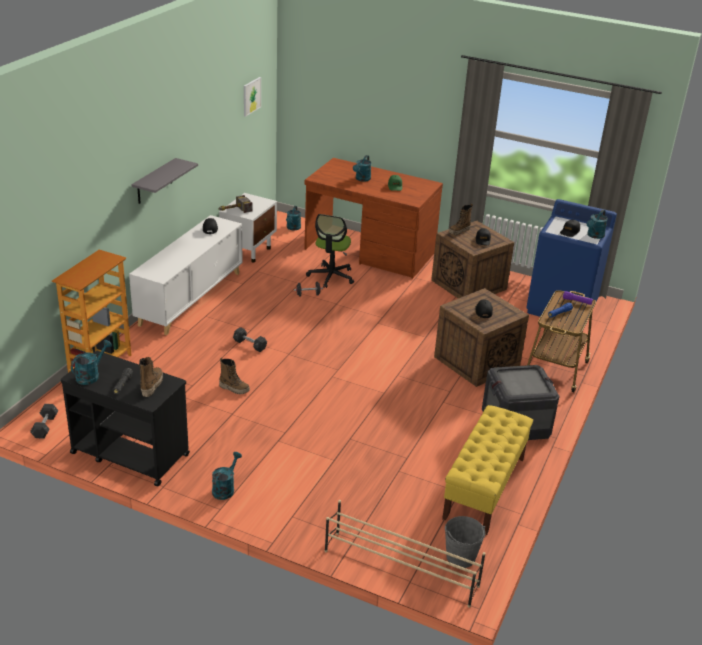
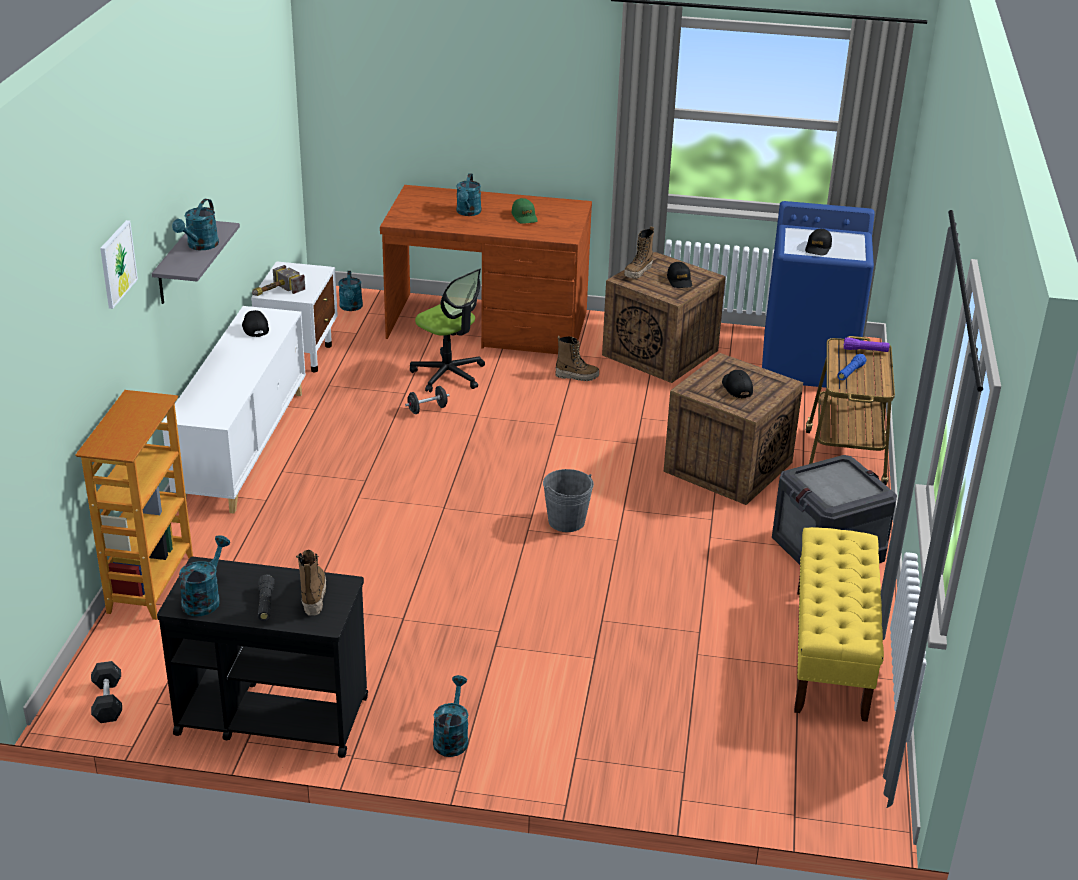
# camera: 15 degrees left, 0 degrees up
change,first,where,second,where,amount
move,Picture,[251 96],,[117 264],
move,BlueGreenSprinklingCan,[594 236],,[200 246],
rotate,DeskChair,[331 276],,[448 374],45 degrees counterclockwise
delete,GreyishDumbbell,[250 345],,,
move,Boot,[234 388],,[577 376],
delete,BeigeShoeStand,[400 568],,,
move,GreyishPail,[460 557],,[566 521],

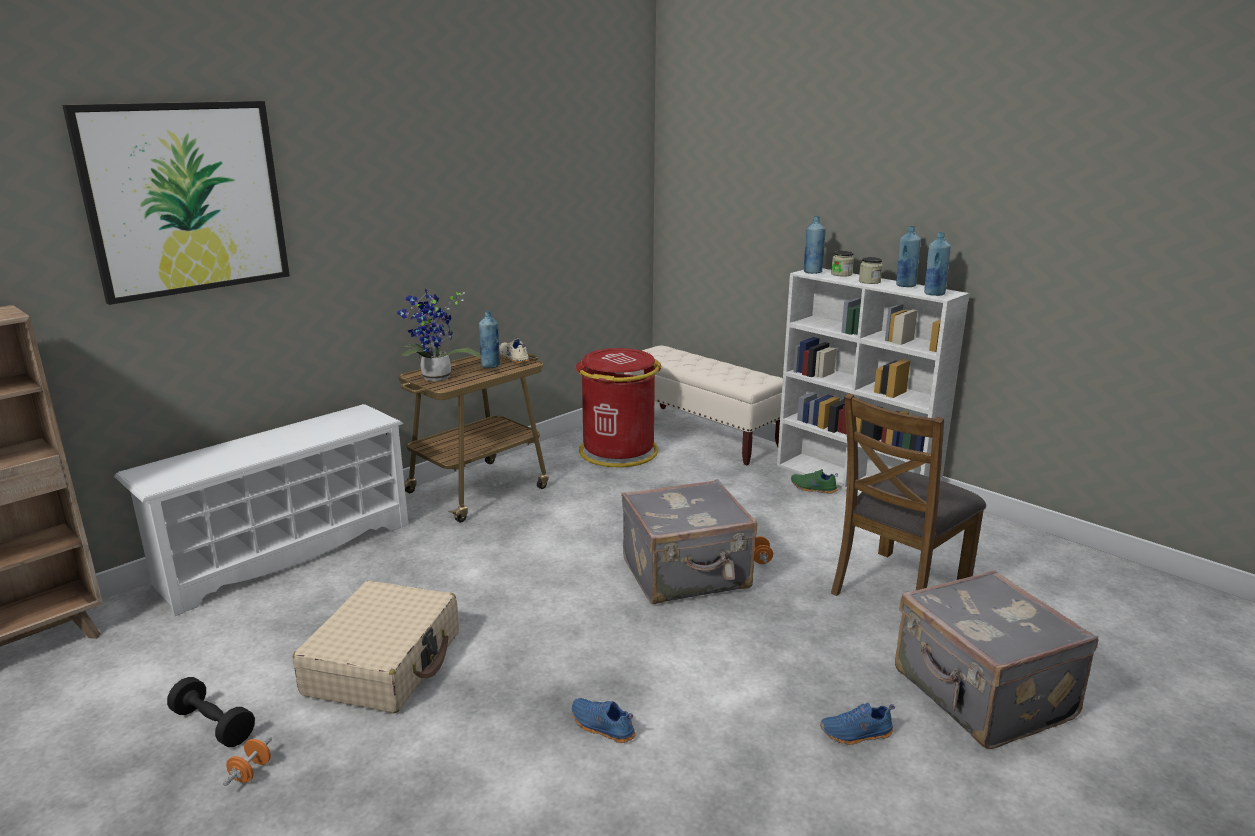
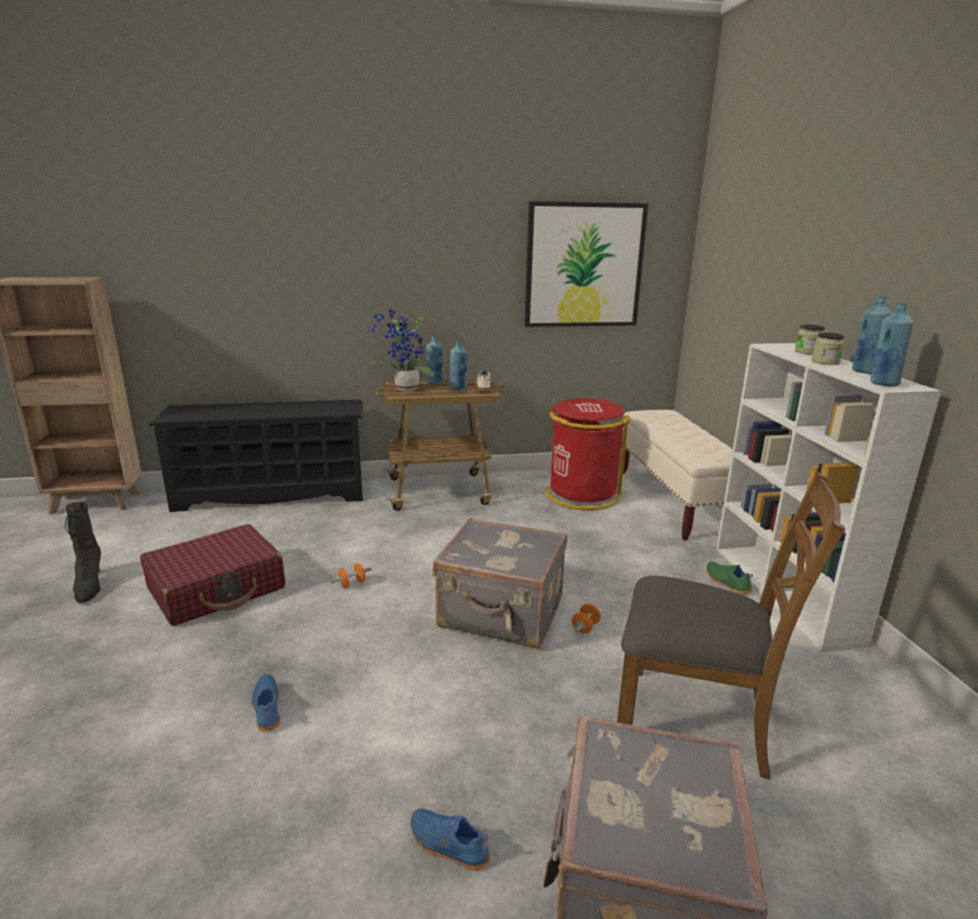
# camera: 35 degrees right, 0 degrees up
change,first,where,second,where,amount
move,Picture,[186 199],,[584 265],
move,BlueBottle,[812 272],,[434 382],
rotate,BrownColouredChair,[898 588],,[695 718],150 degrees counterclockwise
recolor,WhiteColouredShoeStand,[286 552],BlackColouredShoeStand,[273 494],
recolor,BeigeSuitcase,[384 663],RedColouredSuitcase,[217 588],
replace,BlackColouredDumbbell,[213 725],BlackColouredBoot,[89 586],
move,OrangeColouredDumbbell,[251 772],,[352 584],

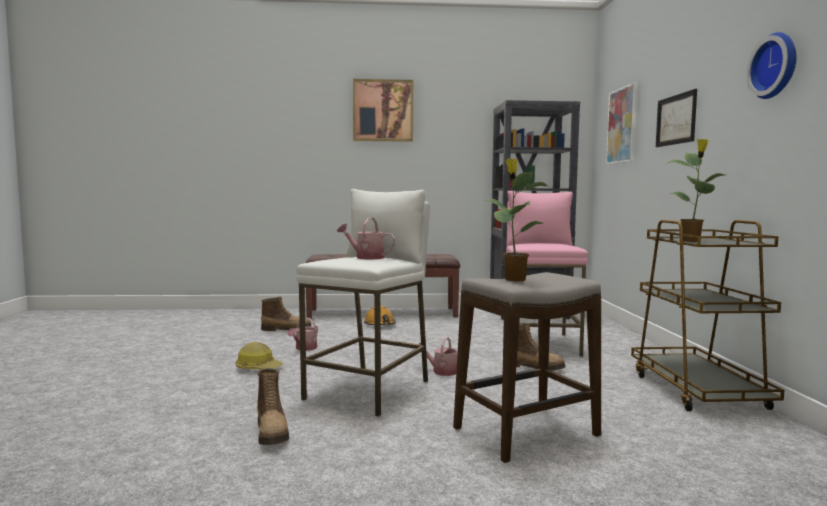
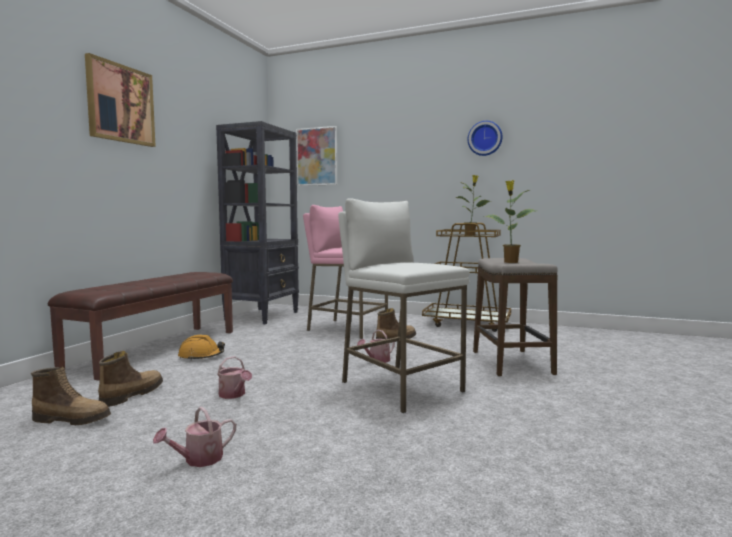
# camera: 65 degrees left, 0 degrees up
change,first,where,second,where,amount
delete,Picture,[676 119],,,
move,SprinklingCan,[366 257],,[198 460],
delete,WorkHelmet,[258 368],,,
move,Boot,[272 433],,[73 419],

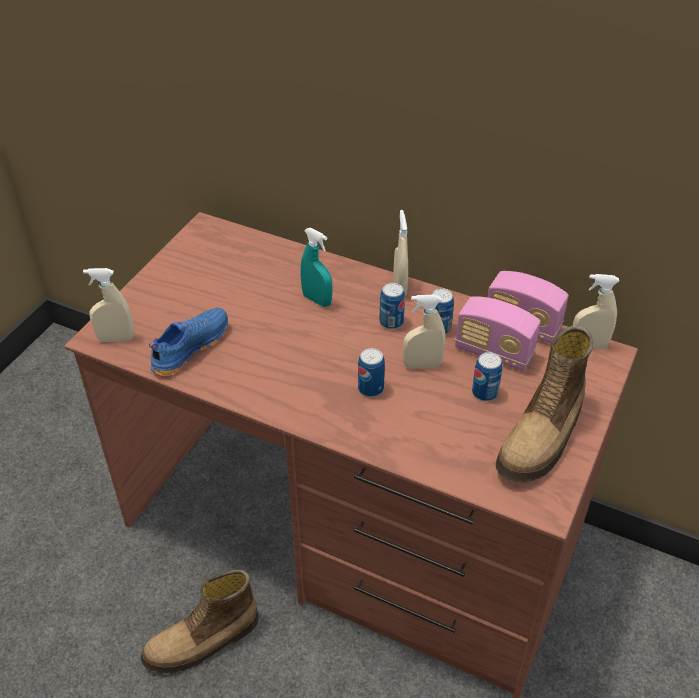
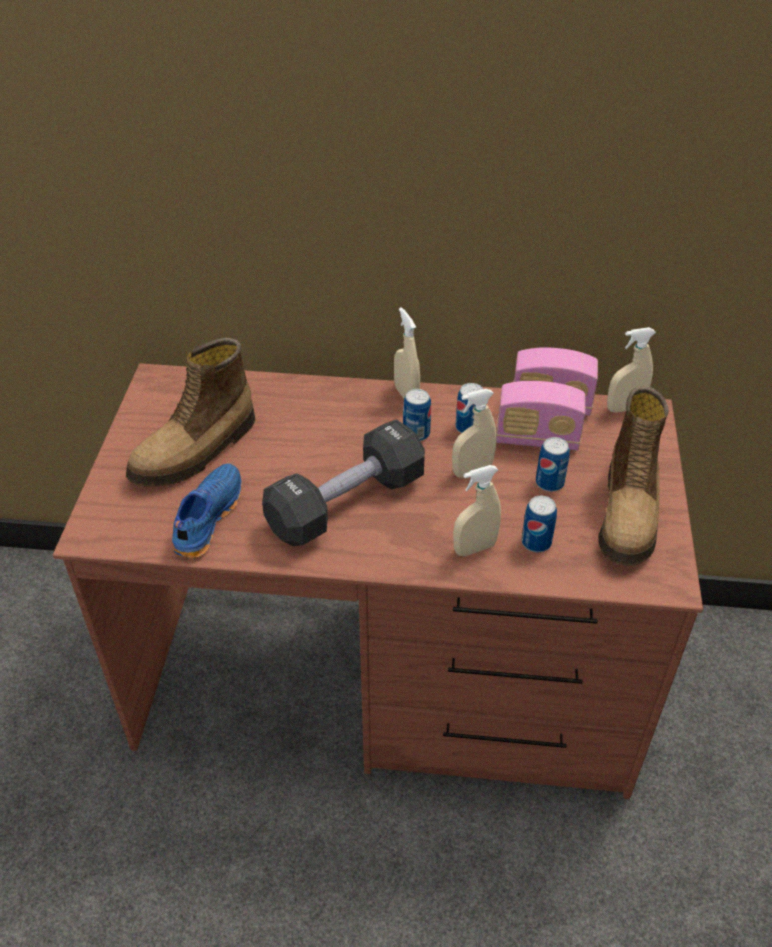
# camera: 20 degrees left, 0 degrees up
change,first,where,second,where,amount
delete,BlueGreenSprayer,[317 300],,,
move,BeigeSprayer,[116 338],,[474 548],
move,Can,[370 388],,[536 542],
move,Boot,[203 642],,[196 451],
insert,,,BlackColouredDumbbell,[346 503],

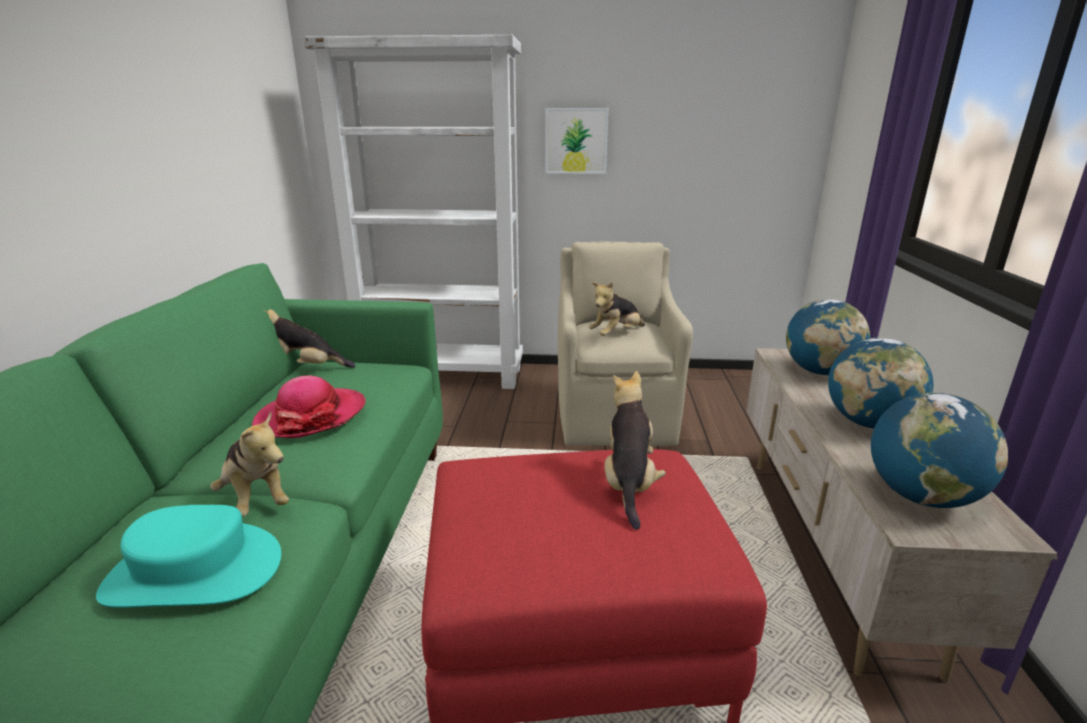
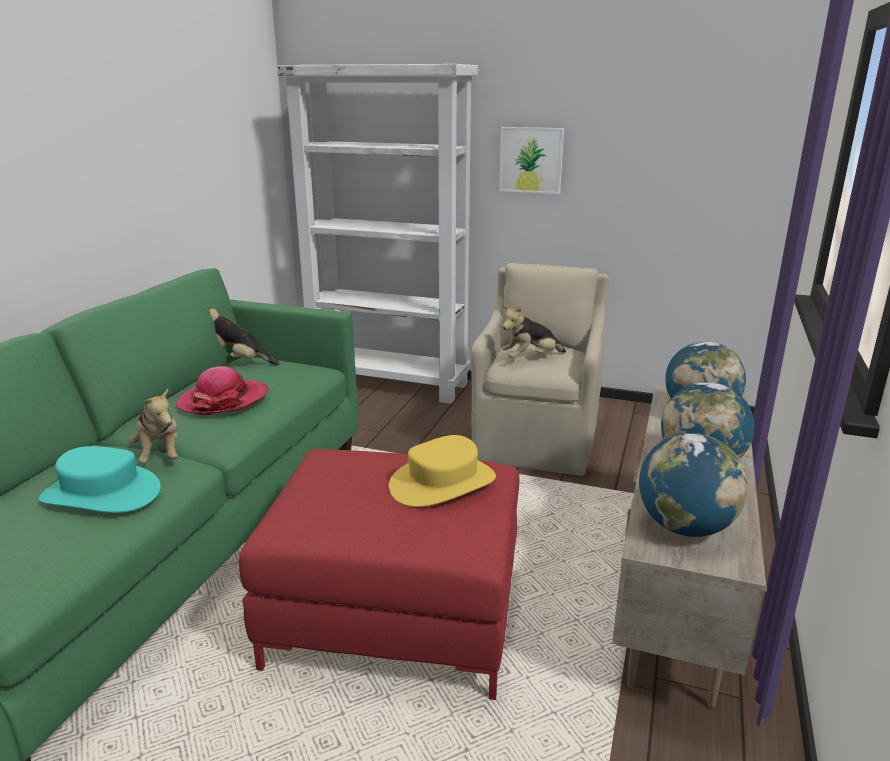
# camera: 15 degrees right, 0 degrees up
change,first,where,second,where,amount
replace,SoftToy,[629 483],YellowishHat,[443 483],

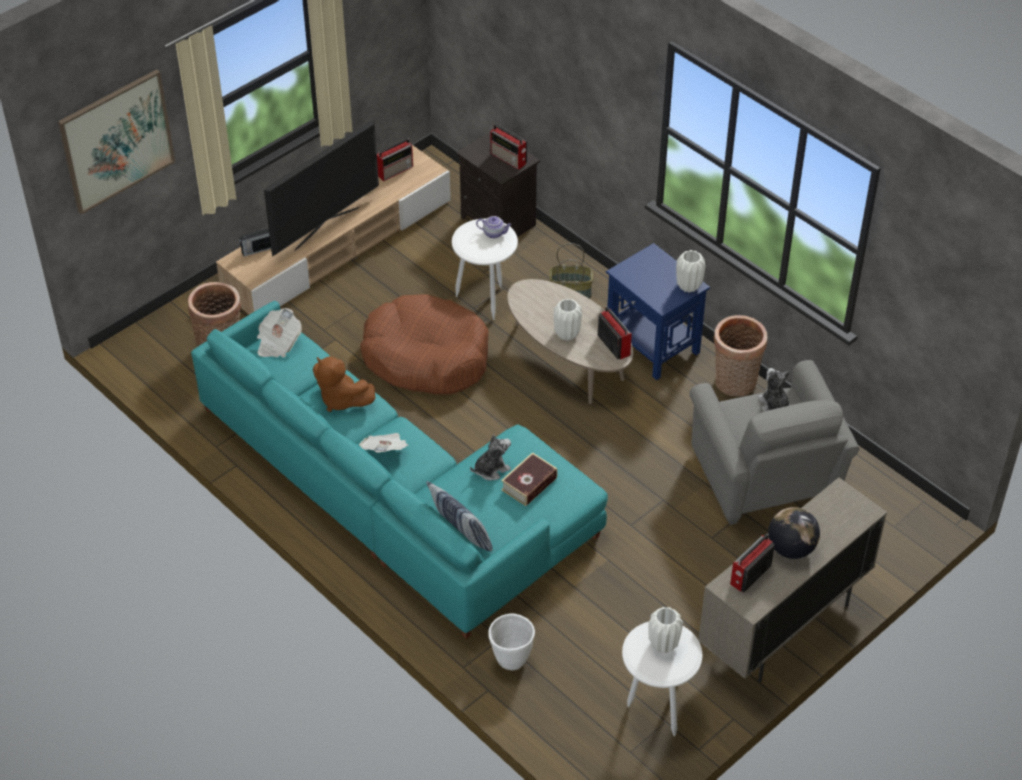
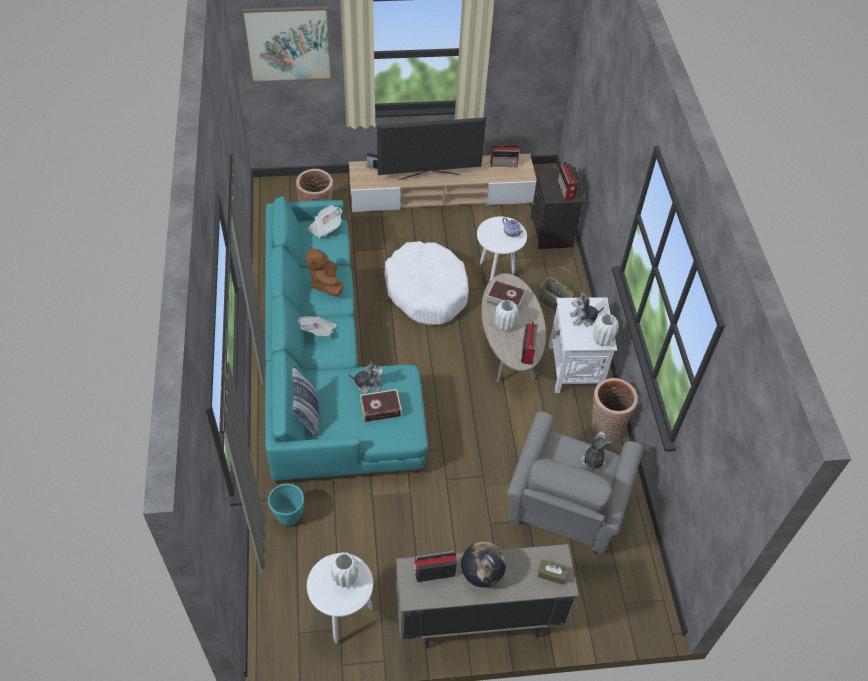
# camera: 35 degrees right, 5 degrees up
change,first,where,second,where,amount
recolor,BlueSideTable,[653 346],WhiteColouredSideTable,[574 369],
recolor,BrownColouredPetBed,[426 357],WhiteColouredPetBed,[426 291],
recolor,WhiteColouredPlantPot,[511 660],BlueGreenPlantPot,[289 516],
insert,,,Volume,[505 299],
insert,,,SoftToy,[583 318],
insert,,,BrownColouredBoxOfTissues,[552 574],

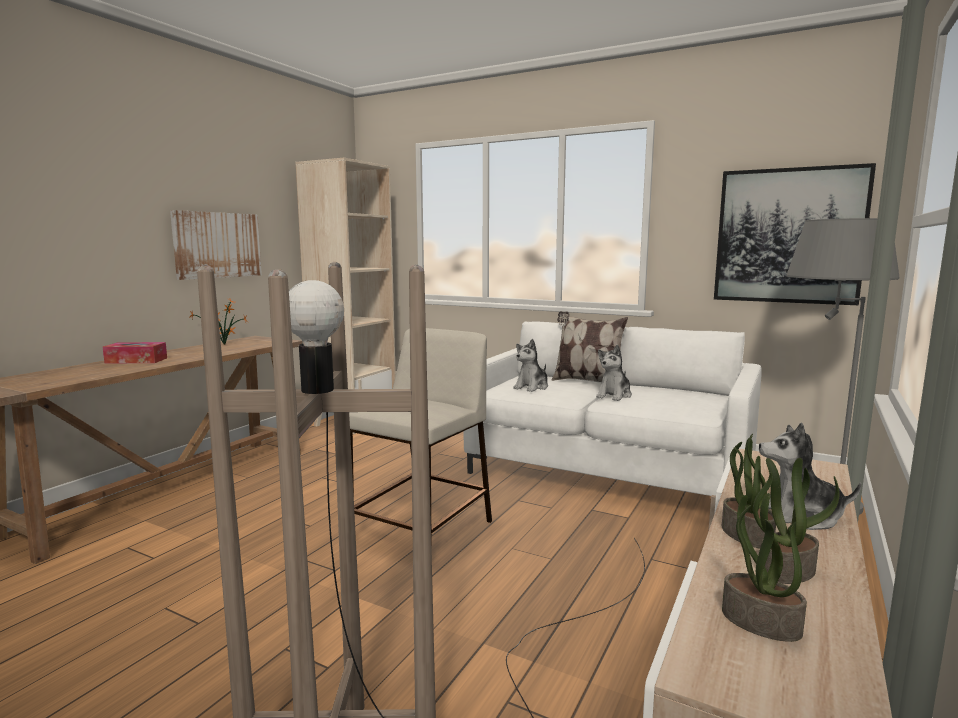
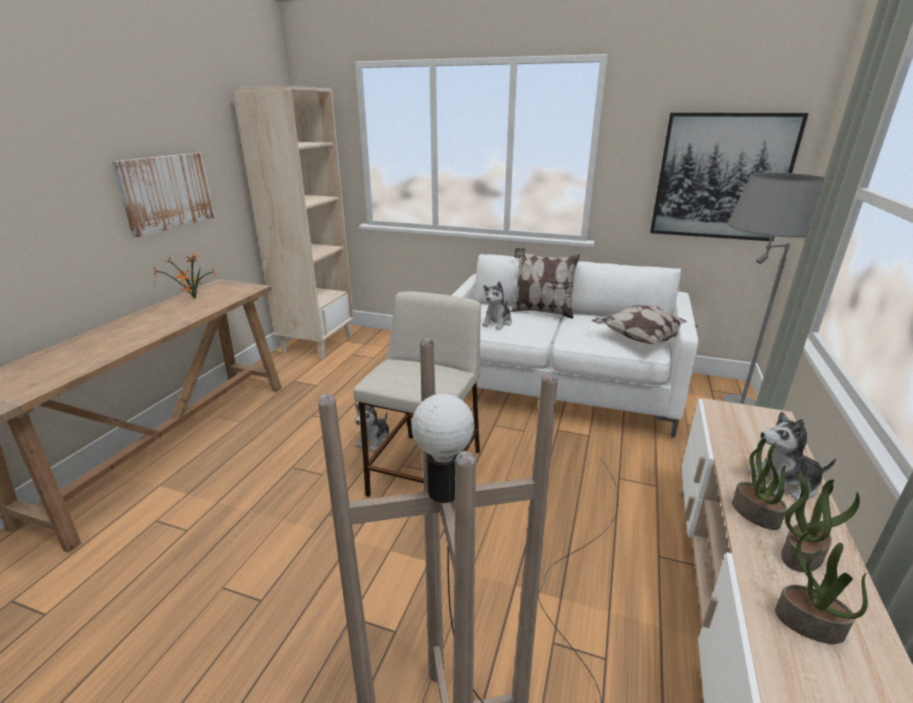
# camera: 10 degrees left, 15 degrees up
change,first,where,second,where,amount
delete,BoxOfTissues,[136 360],,,
move,SoftToy,[614 395],,[374 440],
insert,,,Pillow,[640 339],

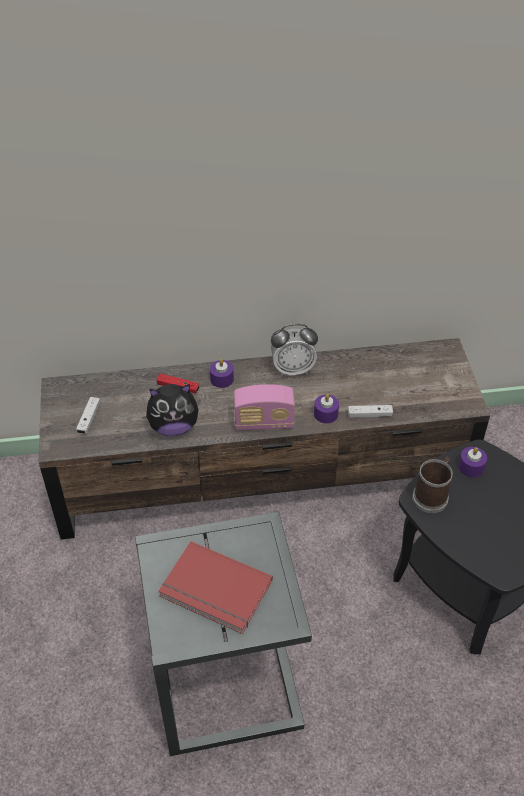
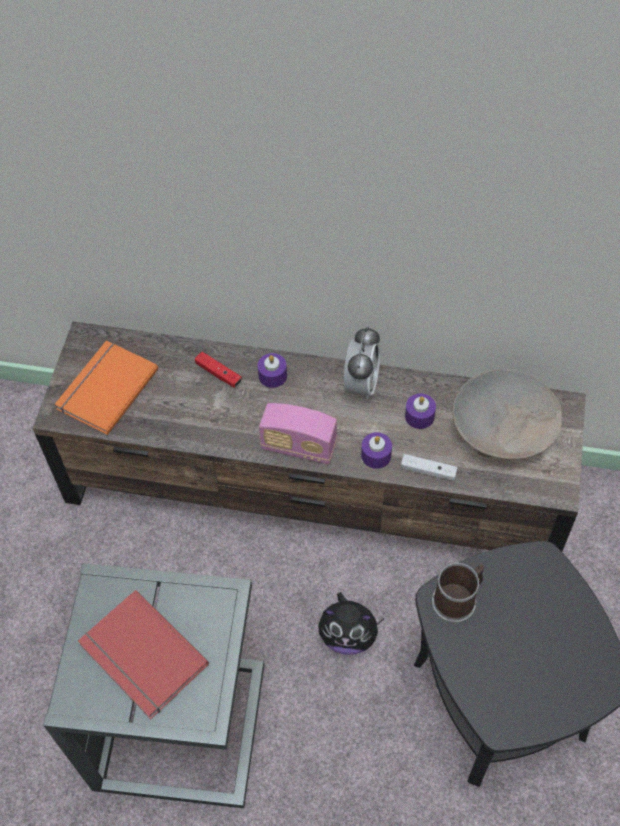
# camera: 20 degrees right, 10 degrees up
change,first,where,second,where,amount
rotate,BedsideClock,[293 369],,[361 384],90 degrees counterclockwise
move,SoftToy,[174 427],,[348 635],
replace,WhiteColouredJoypad,[89 419],OrangeColouredVolume,[105 388],
move,PurplishWaxCandle,[471 467],,[419 416],
insert,,,BeigeServingBowl,[502 427],

